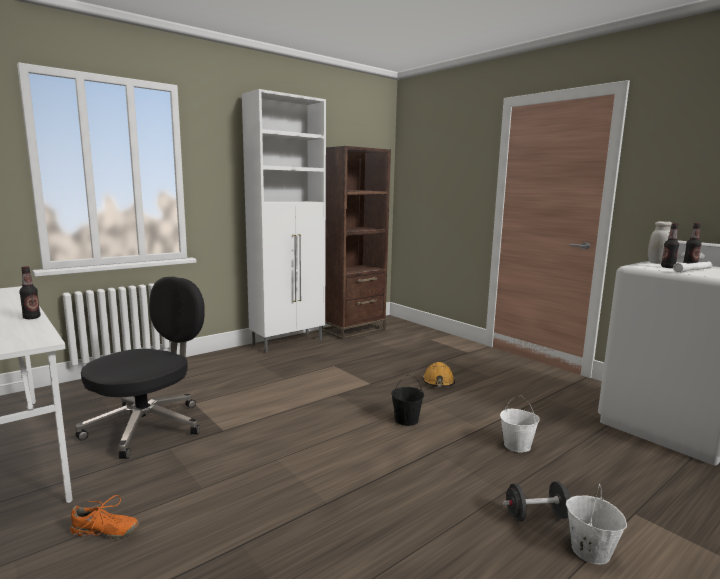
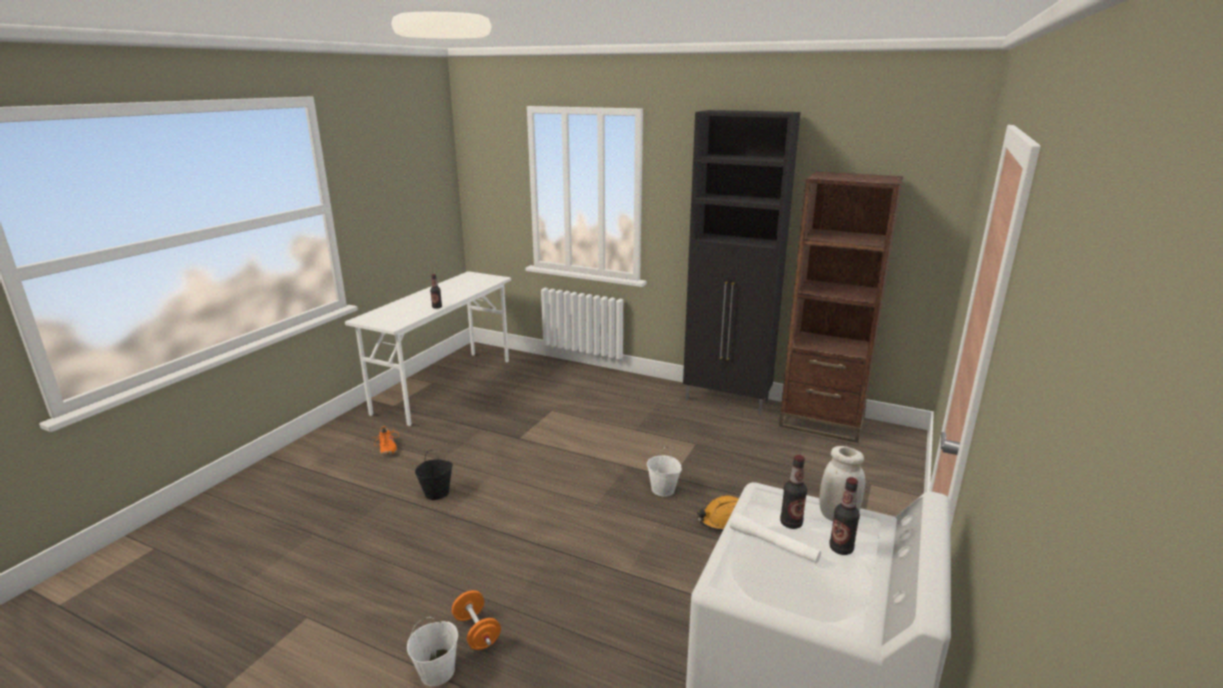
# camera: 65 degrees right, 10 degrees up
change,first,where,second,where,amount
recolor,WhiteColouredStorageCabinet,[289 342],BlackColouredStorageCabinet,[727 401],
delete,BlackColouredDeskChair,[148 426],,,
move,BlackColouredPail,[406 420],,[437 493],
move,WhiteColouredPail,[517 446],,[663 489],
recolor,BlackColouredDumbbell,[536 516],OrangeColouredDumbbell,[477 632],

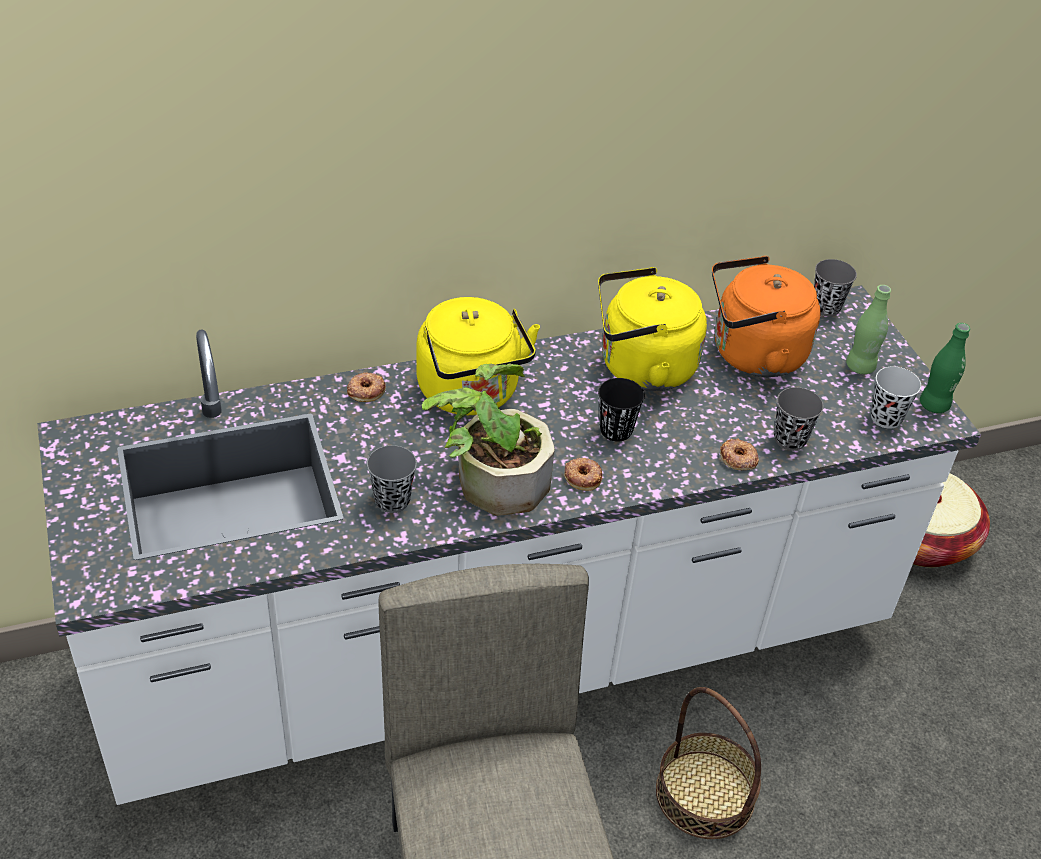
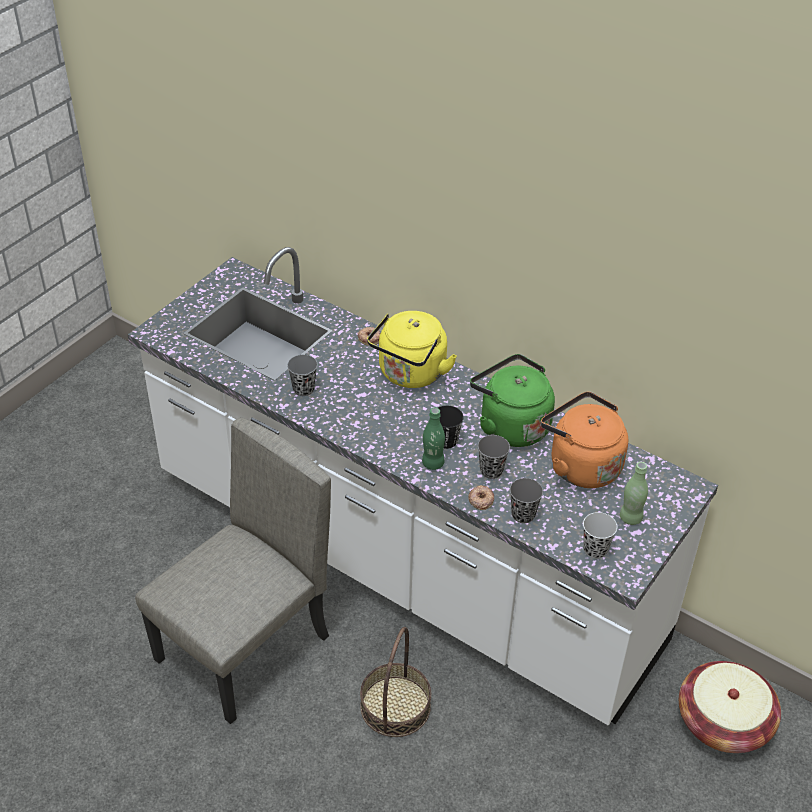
# camera: 55 degrees right, 0 degrees up
change,first,where,second,where,amount
move,GreyishSmallCup,[826 307],,[491 470],
recolor,YellowishKettle,[641 367],GreenishKettle,[510 425],
move,GreenishBottle,[934 405],,[433 463],
delete,PlantInAPot,[491 477],,,
delete,Donut,[583 476],,,

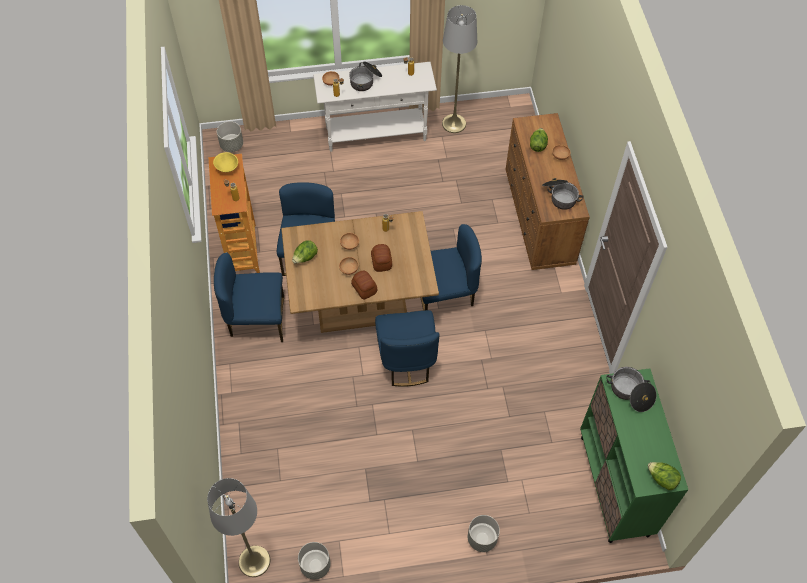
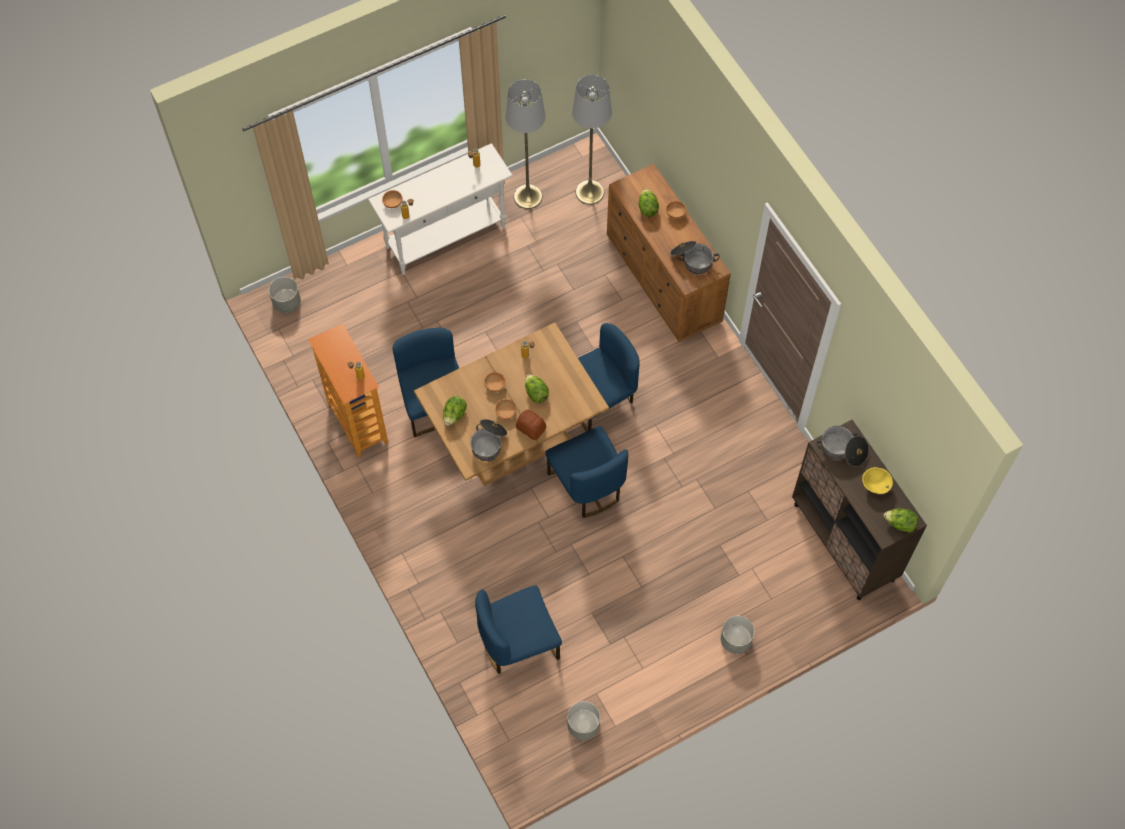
# camera: 20 degrees left, 5 degrees up
change,first,where,second,where,amount
move,Stockpot,[365 81],,[489 443],
move,YellowishServingBowl,[227 168],,[875 485],
replace,BakedBread,[381 262],HeadOfLettuce,[536 393],
move,BlueChair,[257 320],,[518 643],
recolor,GreenishStorageCabinet,[614 485],BrownColouredStorageCabinet,[844 542],
move,GreyishStandingLamp,[254 561],,[589 192],

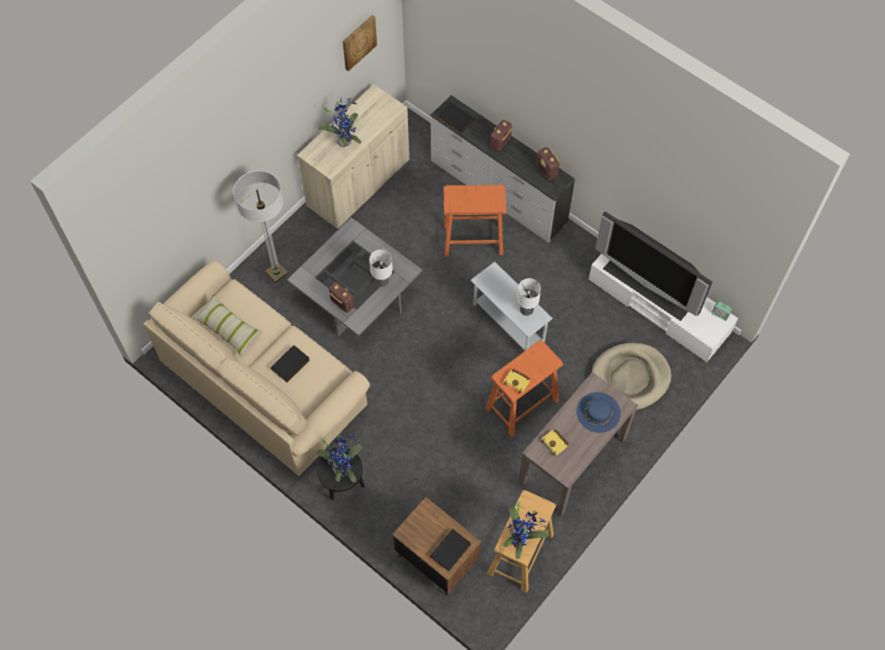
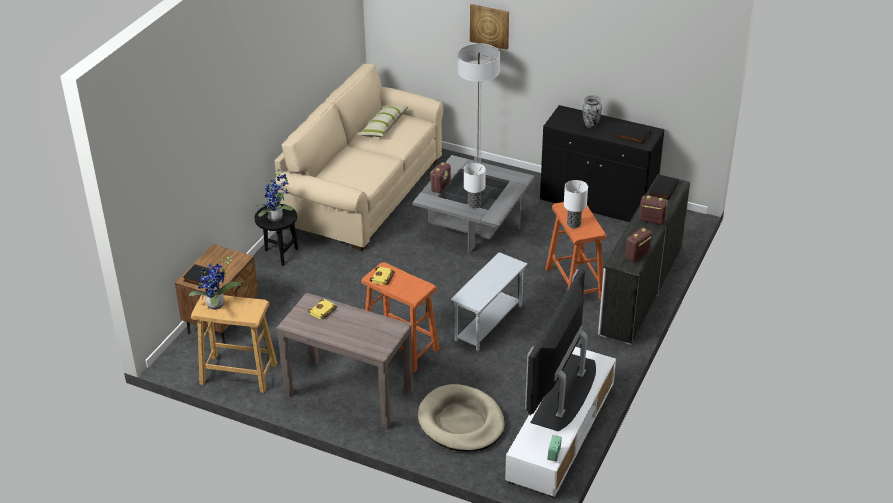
# camera: 75 degrees right, 25 degrees down
change,first,where,second,where,amount
move,Picture,[358 42],,[490 26],
recolor,BeigeStorageCabinet,[358 183],BlackColouredStorageCabinet,[597 202],
replace,PlantInAPot,[344 139],DecorativeVase,[591 125],
move,TabletopLamp,[526 310],,[573 224],
move,BlackColouredVolume,[291 365],,[632 136],
delete,BlueHat,[598 412],,,

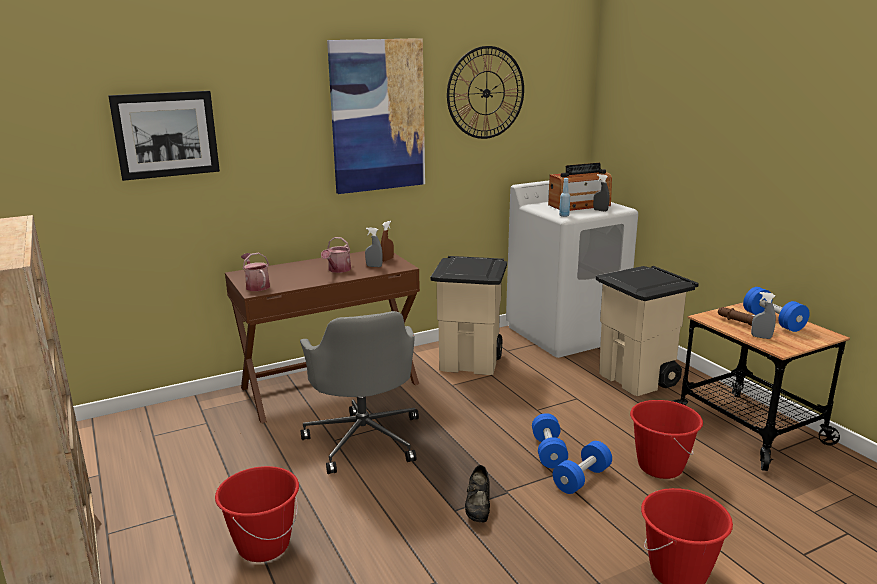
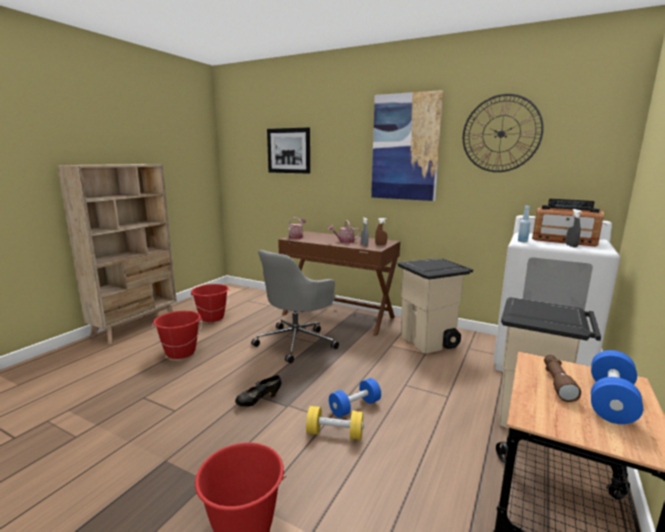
# camera: 55 degrees right, 5 degrees down
change,first,where,second,where,amount
delete,GreyishSprayer,[761 337],,,
move,RedColouredPail,[660 467],,[212 317],
recolor,BlueDumbbell,[581 479],YellowishDumbbell,[335 433],

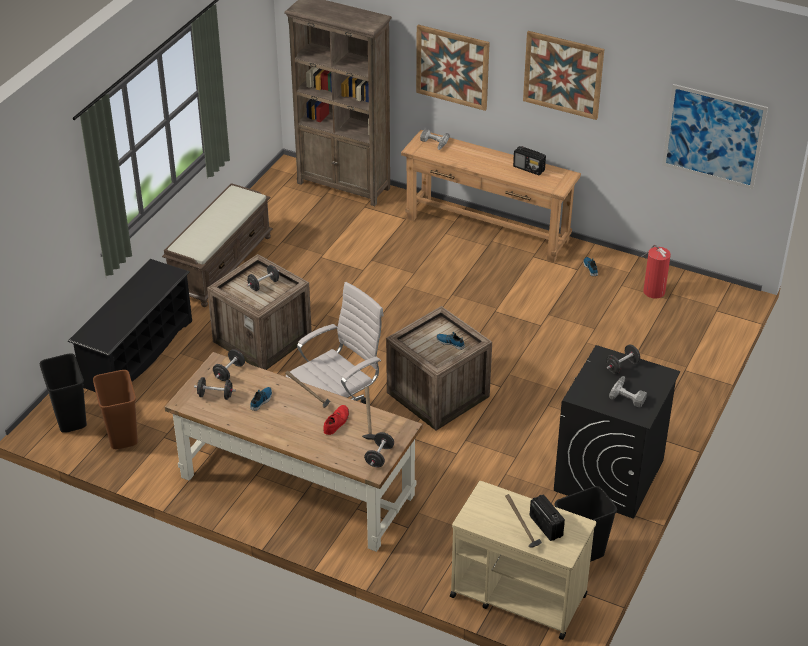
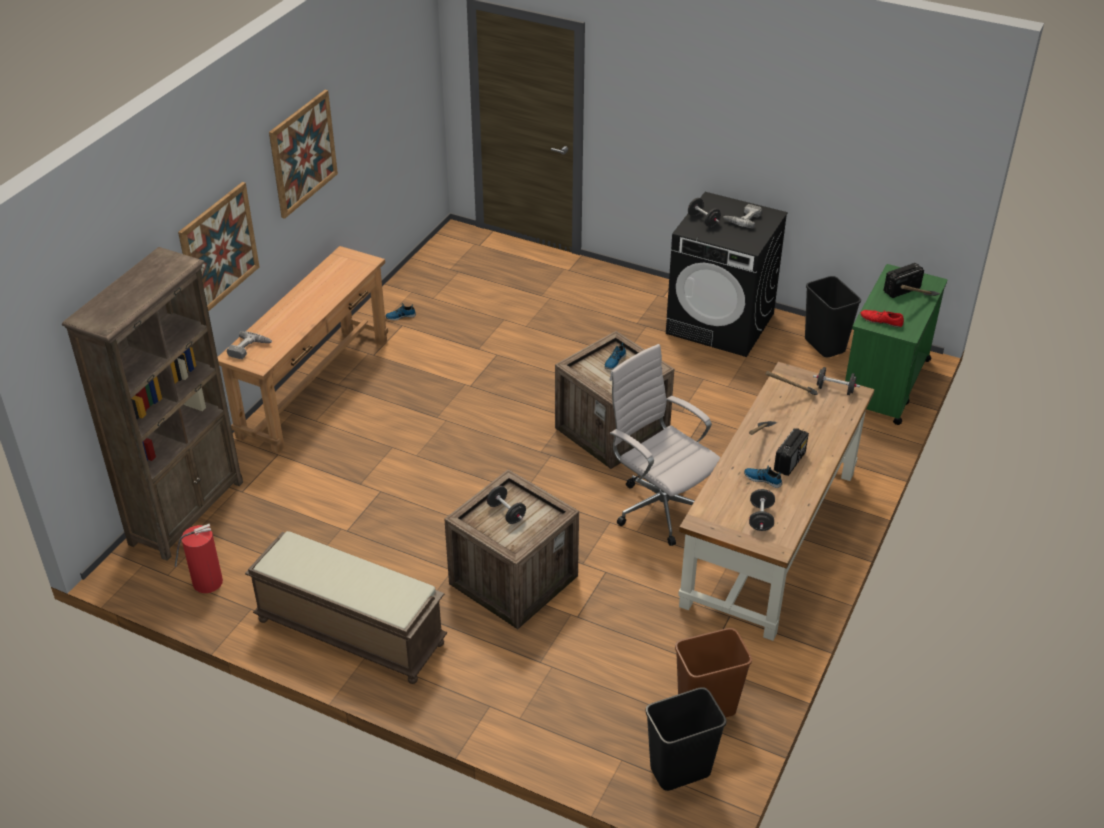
# camera: 90 degrees left, 0 degrees up
change,first,where,second,where,amount
delete,Picture,[713 136],,,
move,RadioReceiver,[529 169],,[790 461],
move,FireFightingCylinder,[653 290],,[206 582],
delete,BlackColouredShoeStand,[137 353],,,
delete,BlackColouredDumbbell,[229 372],,,
move,RedColouredShoe,[336 422],,[881 321],
recolor,BeigeTrolley,[517 595],GreenishTrolley,[885 384],

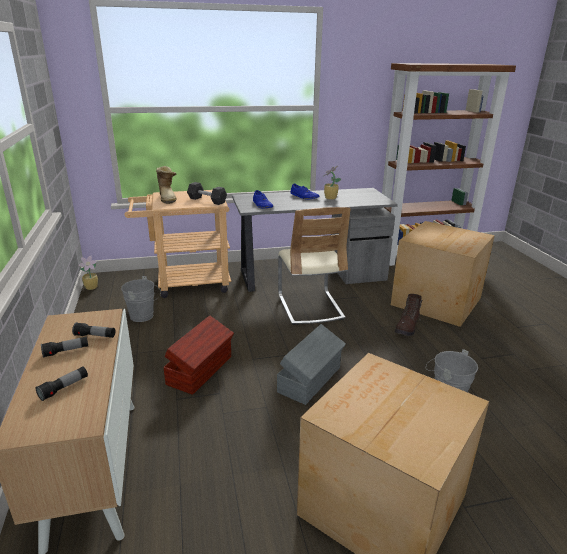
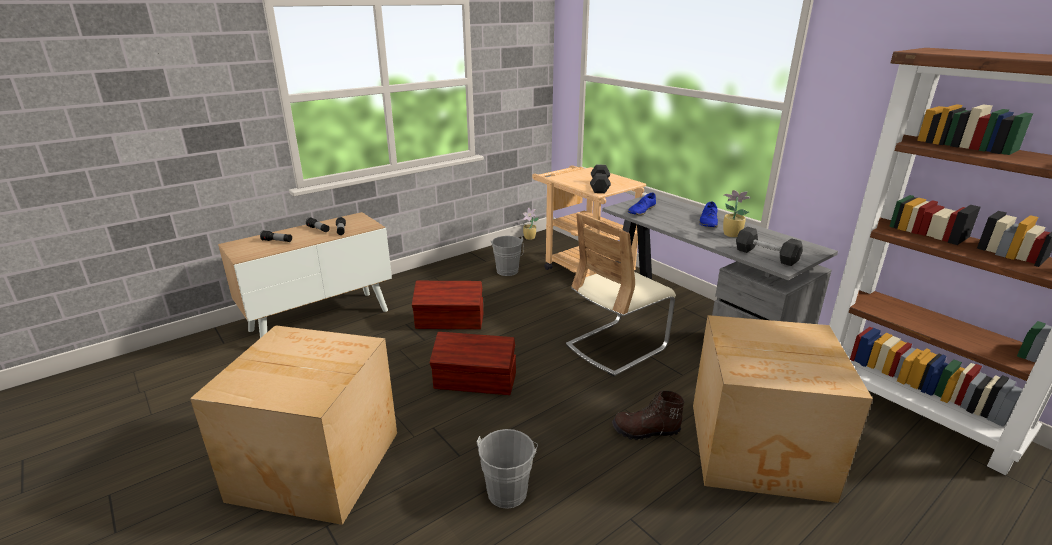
# camera: 65 degrees right, 0 degrees up
change,first,where,second,where,amount
delete,Boot,[168 198],,,
recolor,GreyishStorageBin,[311 379],BrownColouredStorageBin,[475 382],
insert,,,GreyishDumbbell,[766 256],

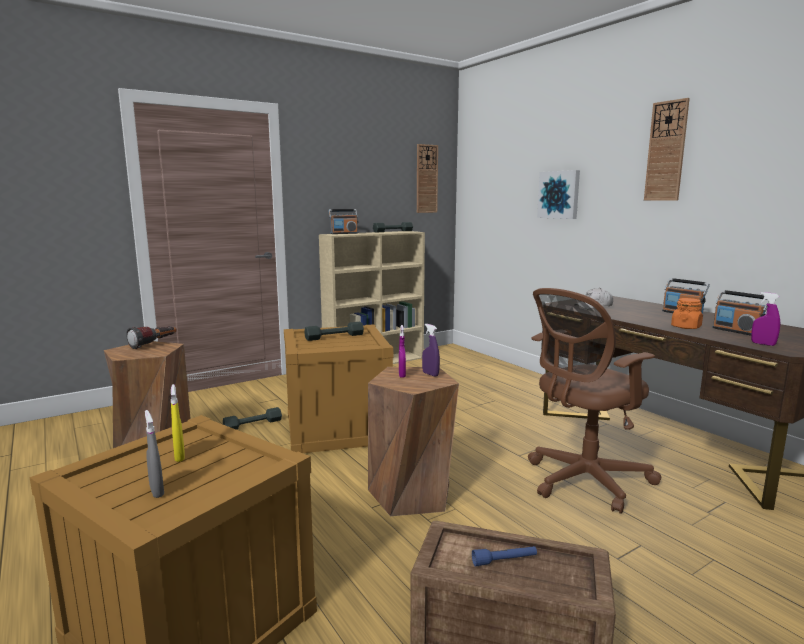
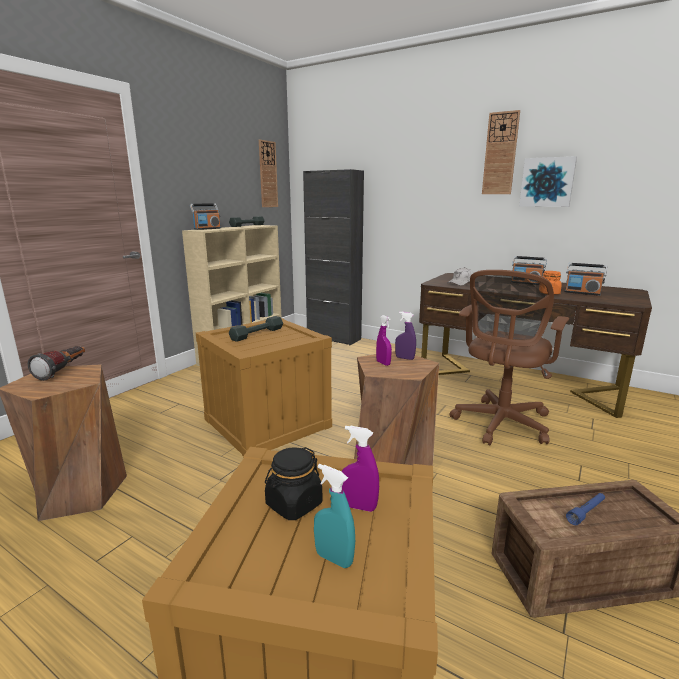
# camera: 25 degrees left, 5 degrees up
change,first,where,second,where,amount
move,Picture,[559 195],,[547 182],
move,PurplishSprayer,[763 344],,[358 507],
replace,YellowishSprayer,[179 456],BlackColouredJar,[294 504],
delete,GreyishDumbbell,[253 424],,,
recolor,GreyishSprayer,[157 491],BlueGreenSprayer,[334 558],
insert,,,BlackColouredStorageCabinet,[333 338],

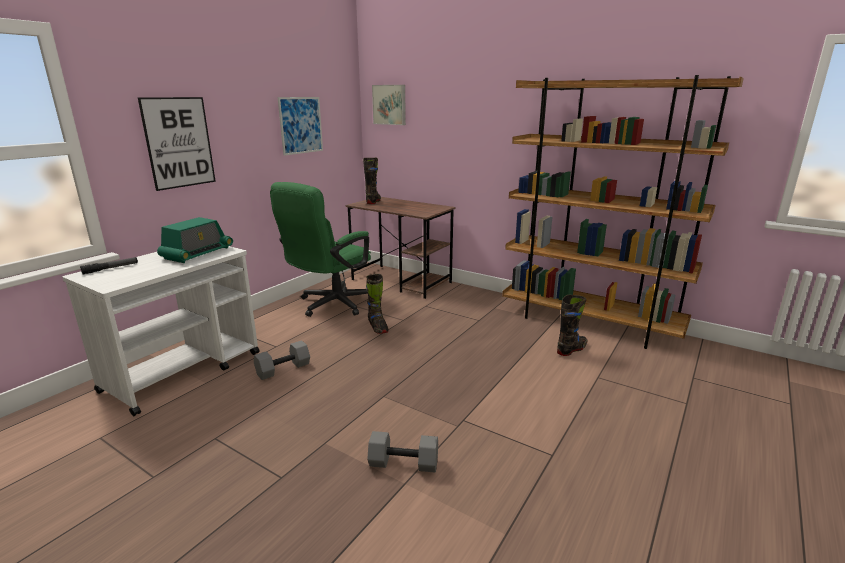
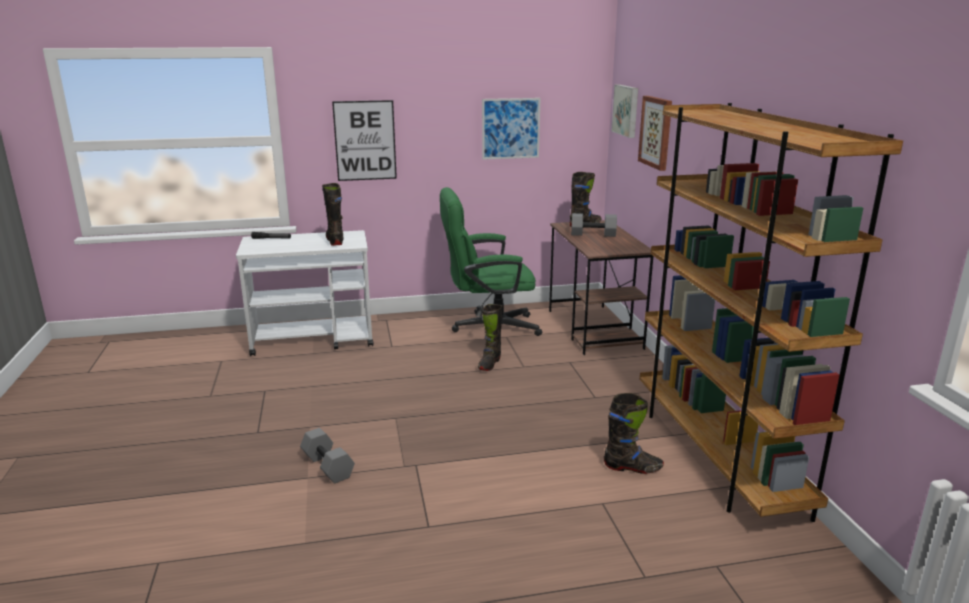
# camera: 45 degrees right, 0 degrees up
change,first,where,second,where,amount
replace,RadioReceiver,[197 253],BlackColouredBoot,[335 241],
move,GreyishDumbbell,[283 368],,[593 234],
insert,,,Picture,[656 132],

